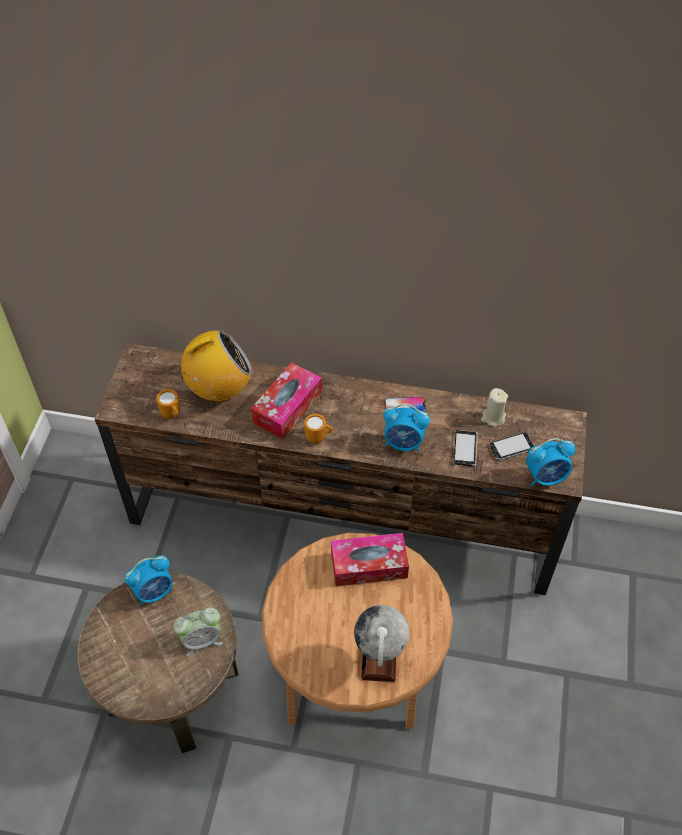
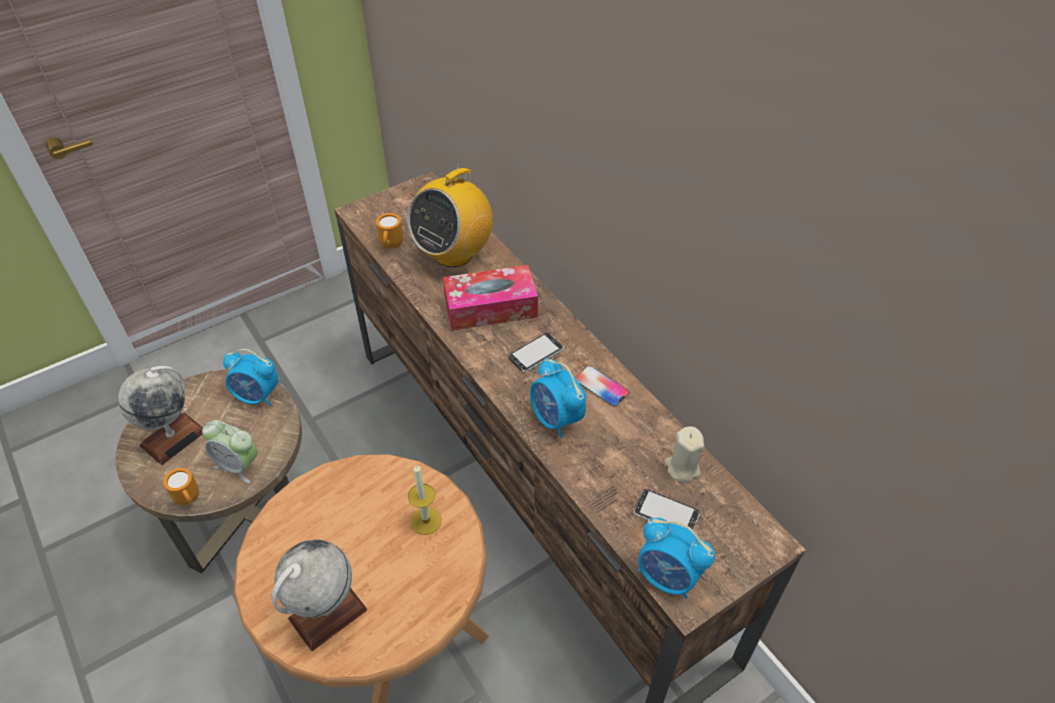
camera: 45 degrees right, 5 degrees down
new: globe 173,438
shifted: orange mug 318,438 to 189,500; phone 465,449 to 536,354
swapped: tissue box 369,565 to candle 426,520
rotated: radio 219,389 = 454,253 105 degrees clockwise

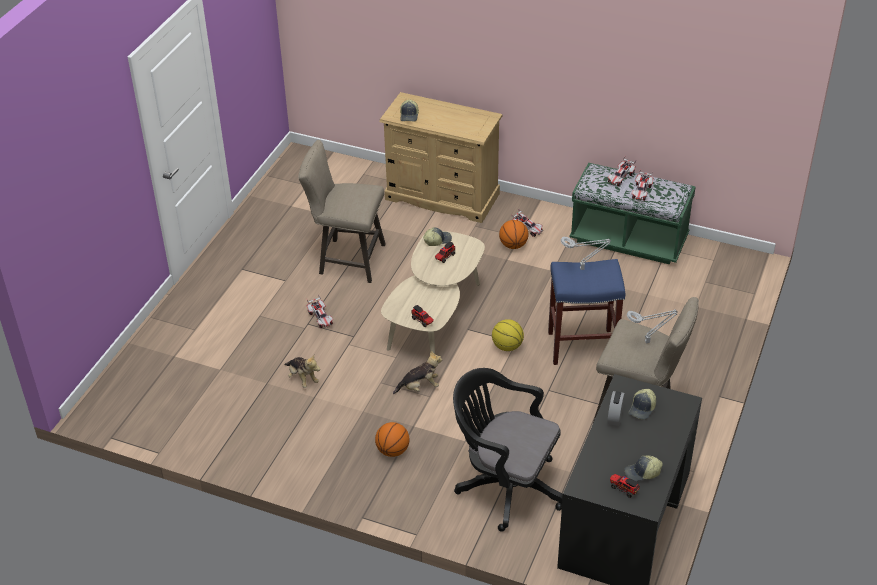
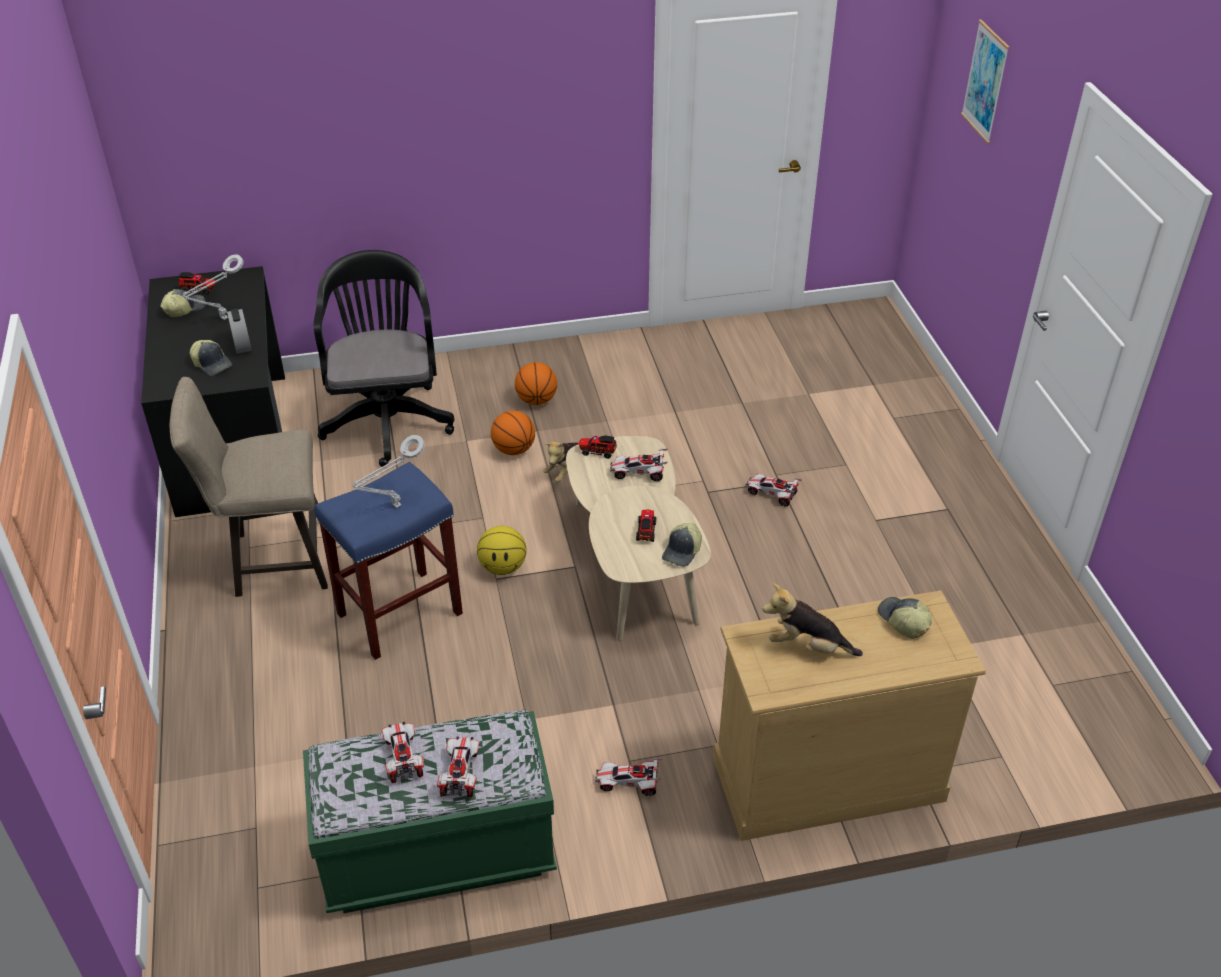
camera: 145 degrees right, 0 degrees up
gone: beige stool 346,259
new: picture 985,81; toy car 639,473
shifted: basketball 513,245 to 514,449; grey table lamp 648,341 to 222,319; plush toy 302,378 to 807,646
rotated: black office chair 505,486 = 387,418 90 degrees counterclockwise; cap 642,409 = 212,364 135 degrees clockwise

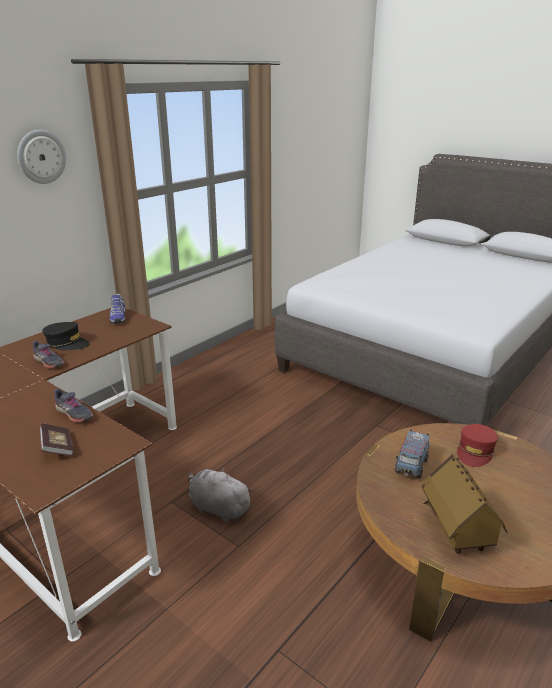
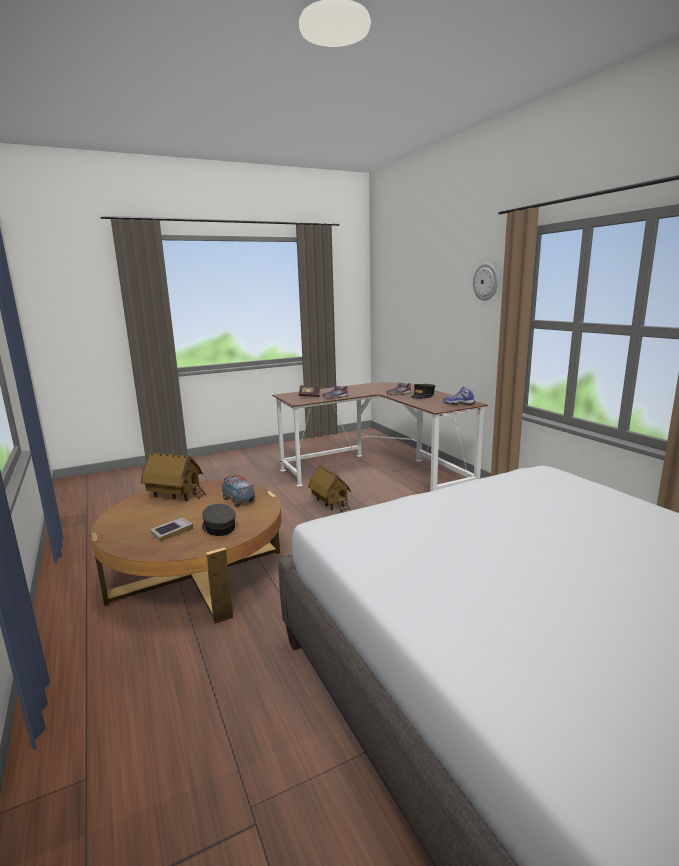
camera: 115 degrees right, 10 degrees down
new: book 172,532
swapped: grey plush toy 218,508 to toy house 330,504
repainted: red cap 475,451 to grey cap 218,527

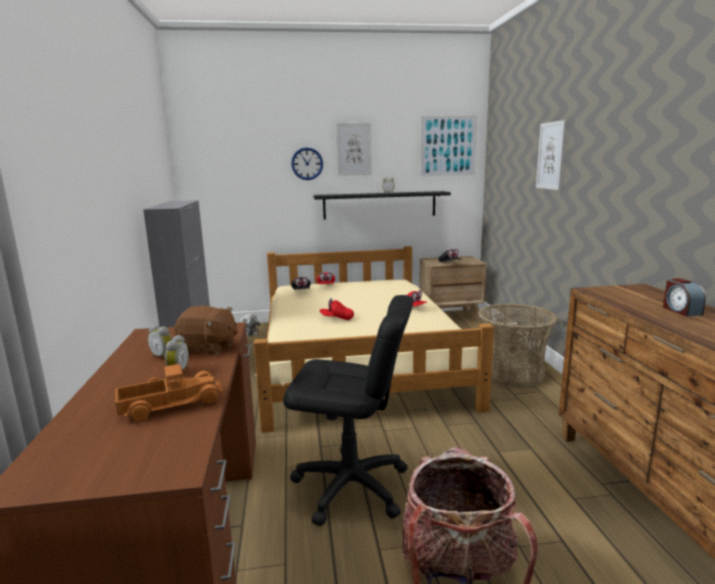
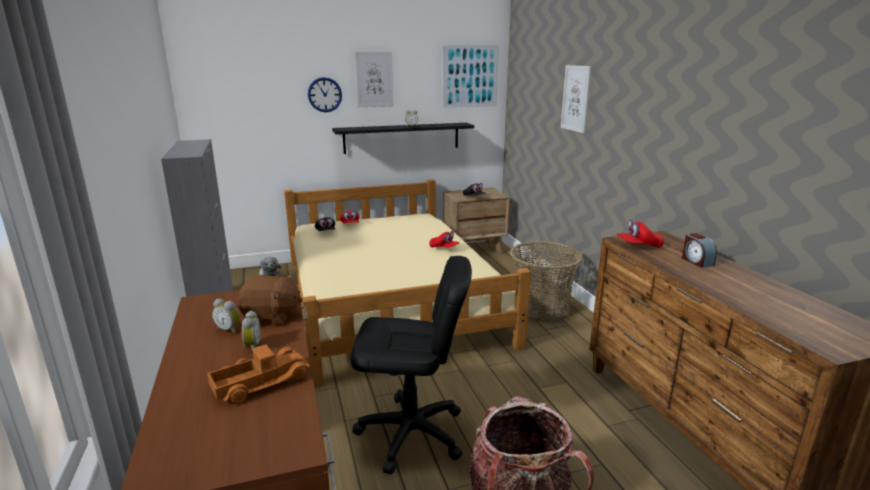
camera: 10 degrees left, 5 degrees up
shifted: red cap 337,318 to 638,246

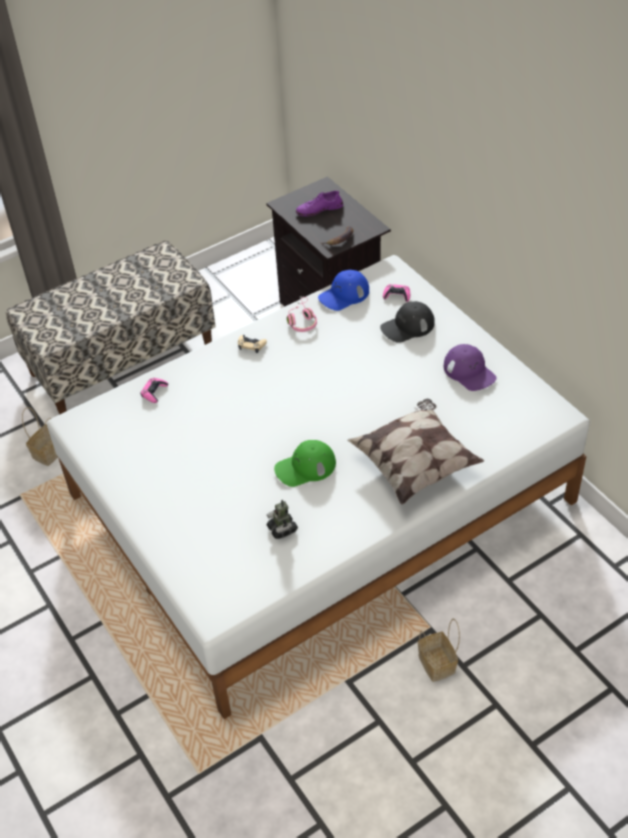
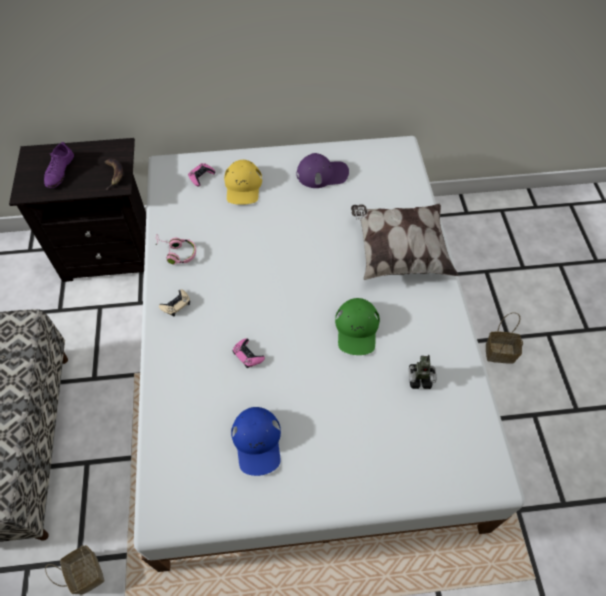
camera: 65 degrees left, 10 degrees up
shifted: blue cap 344,295 to 257,442; pink game controller 154,392 to 248,355
repainted: black cap 407,326 to yellow cap 243,186

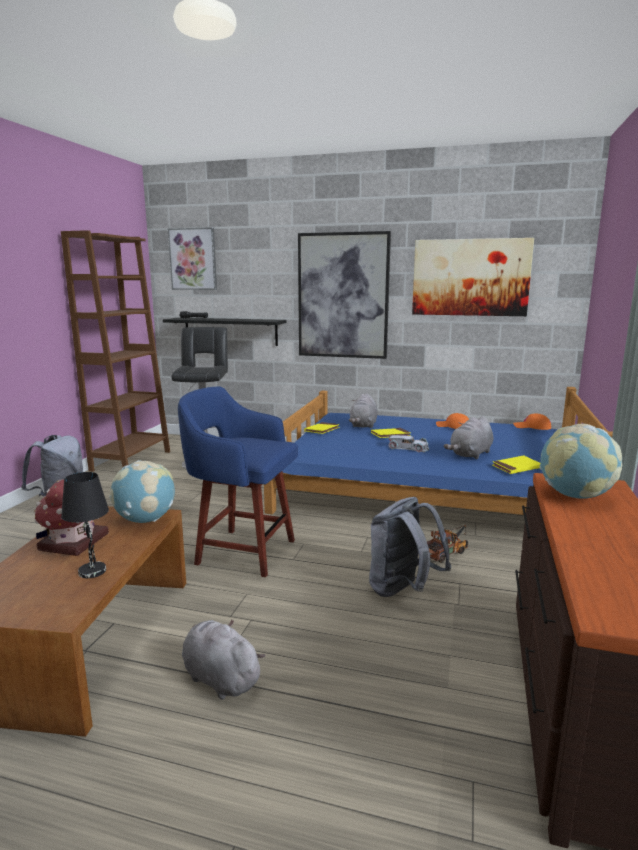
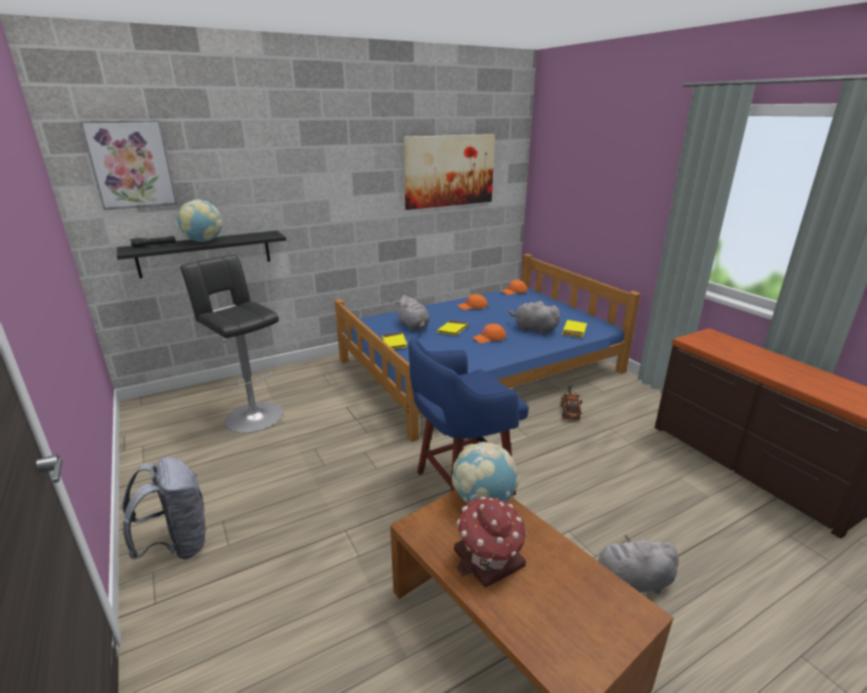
camera: 45 degrees left, 10 degrees up
gone: brown bookcase 131,461; picture 343,296; black table lamp 93,571; grey backpack 402,591
shifted: globe 575,496 to 203,241
swapped: white toy car 408,448 to orange cap 489,338
rotated: grey plush toy 470,454 = 533,329 120 degrees clockwise

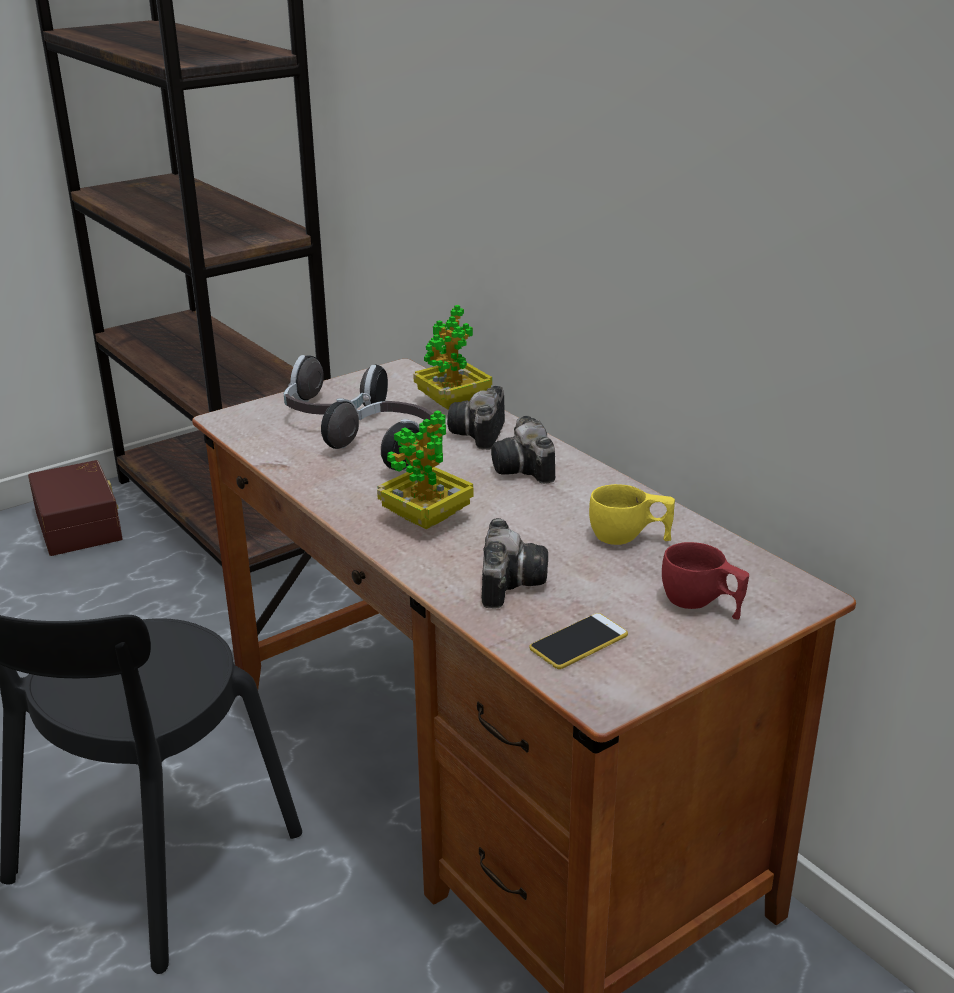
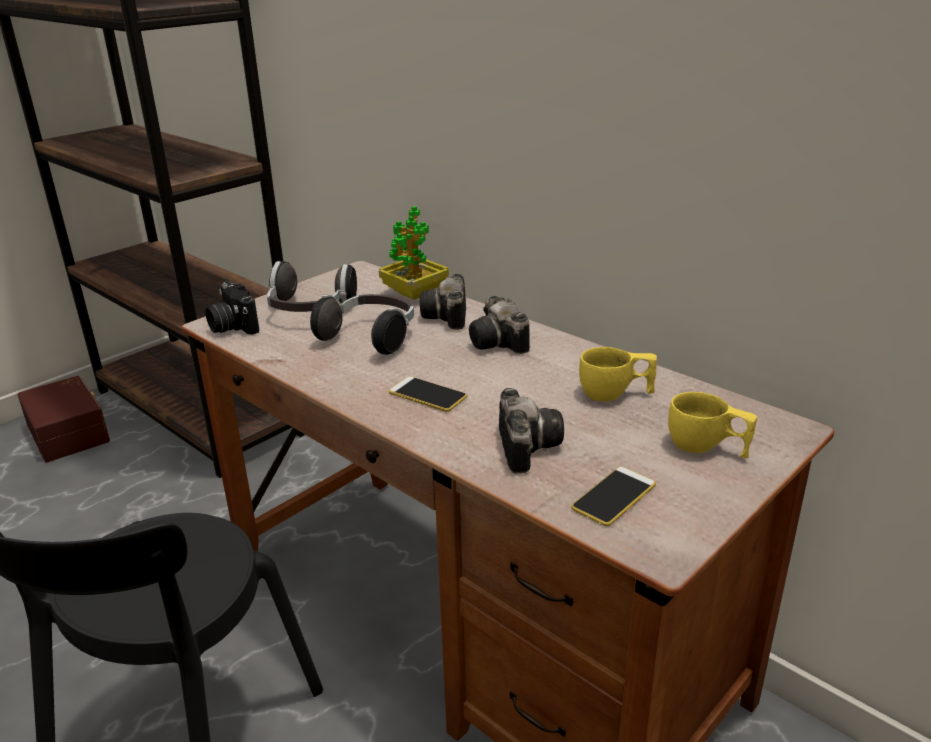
camera: 10 degrees left, 0 degrees up
new: photo camera 232,326
swapped: potted plant 426,518 to phone 427,395
repainted: red cup 702,605 to yellow cup 707,448

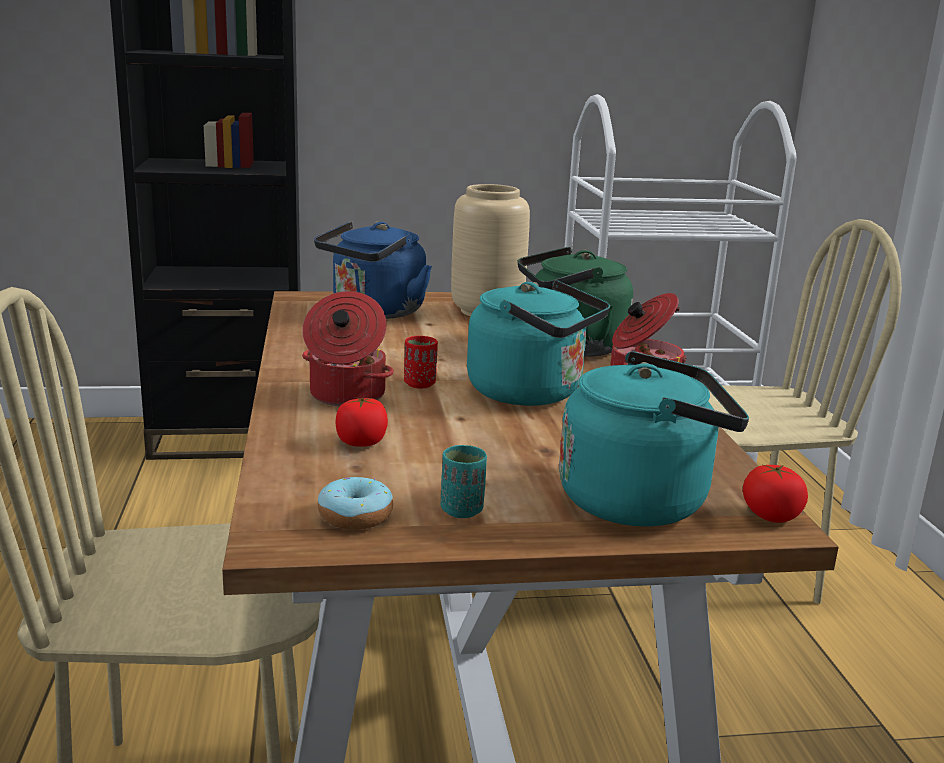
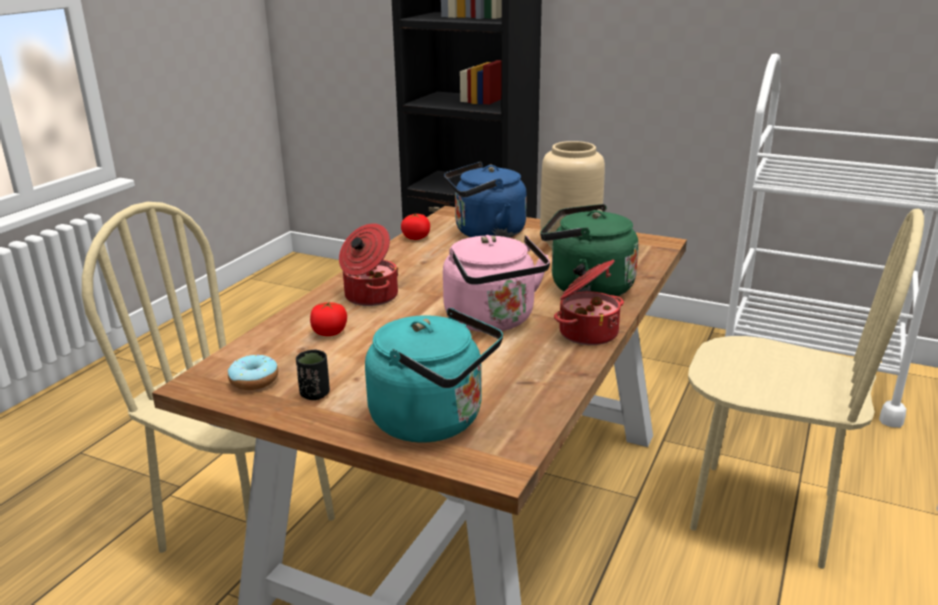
camera: 35 degrees right, 5 degrees up
gone: red cup 420,384
shifted: tomato 771,515 to 416,237
repainted: turquoise kettle 532,393 to pink kettle 493,321; turquoise cup 462,510 to black cup 315,394

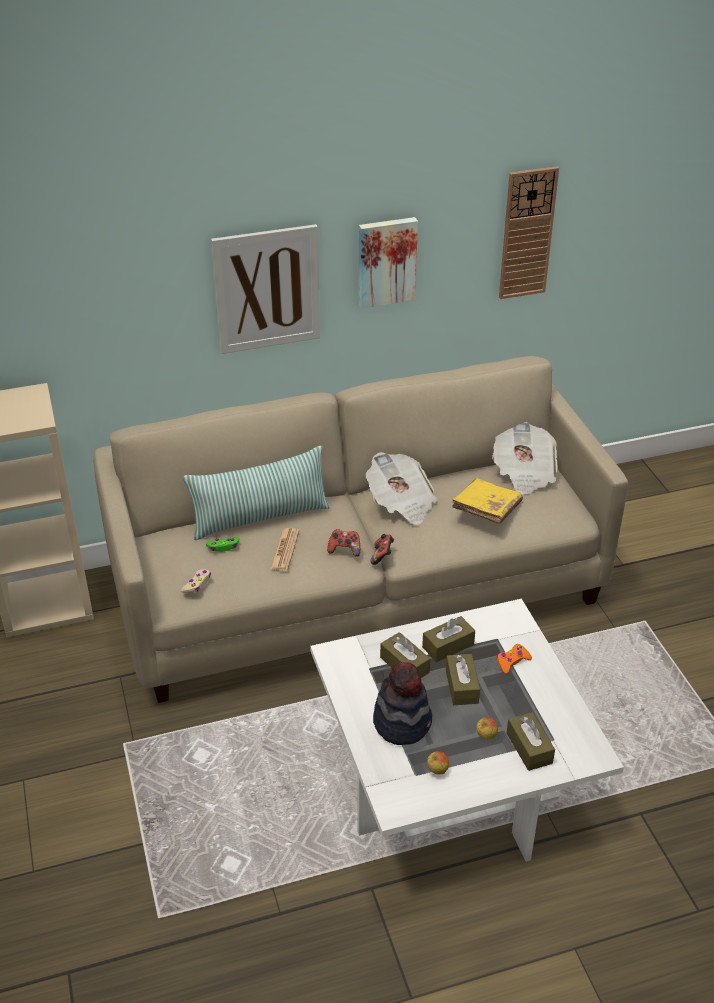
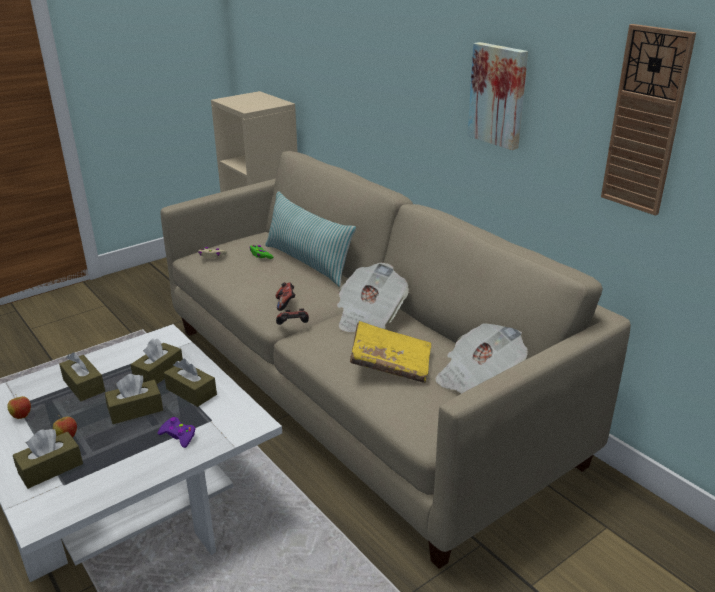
camera: 70 degrees right, 10 degrees down
gone: picture 267,289; newspaper 285,550
swapped: hat 402,722 to brown tissue box 84,386
repainted: orange game controller 512,661 to purple game controller 178,436

